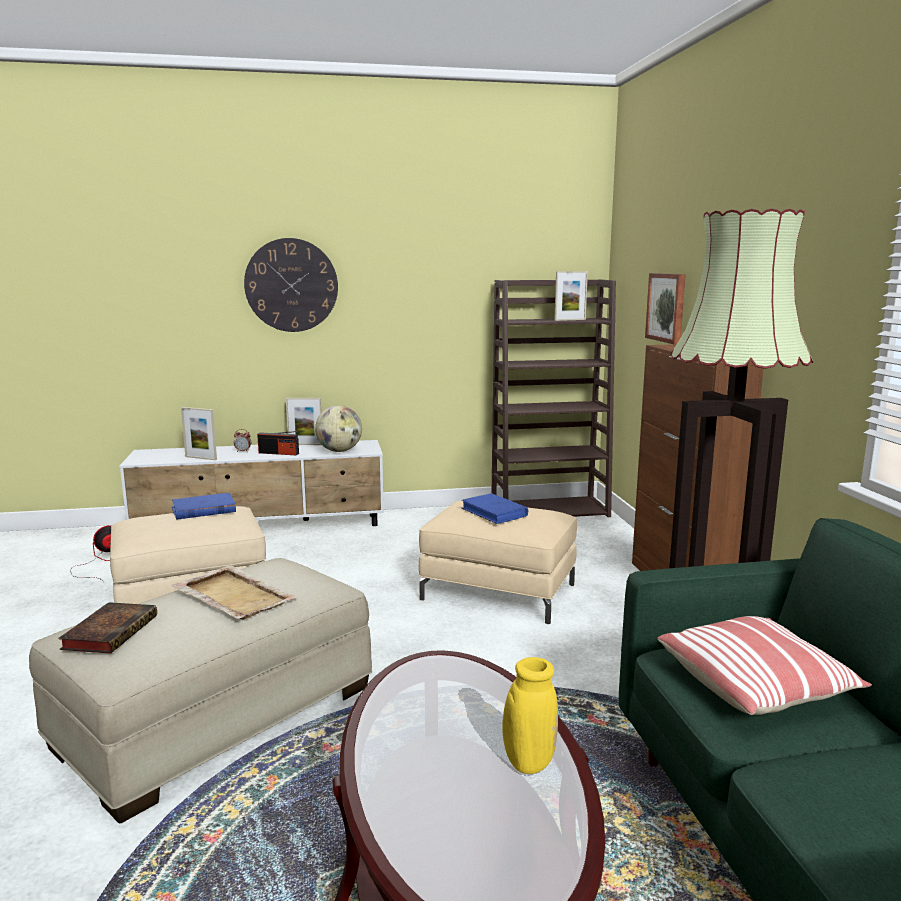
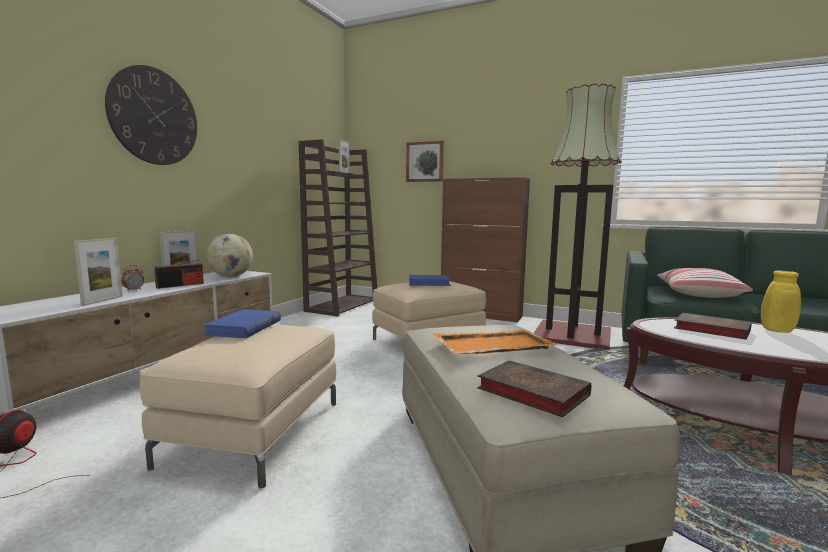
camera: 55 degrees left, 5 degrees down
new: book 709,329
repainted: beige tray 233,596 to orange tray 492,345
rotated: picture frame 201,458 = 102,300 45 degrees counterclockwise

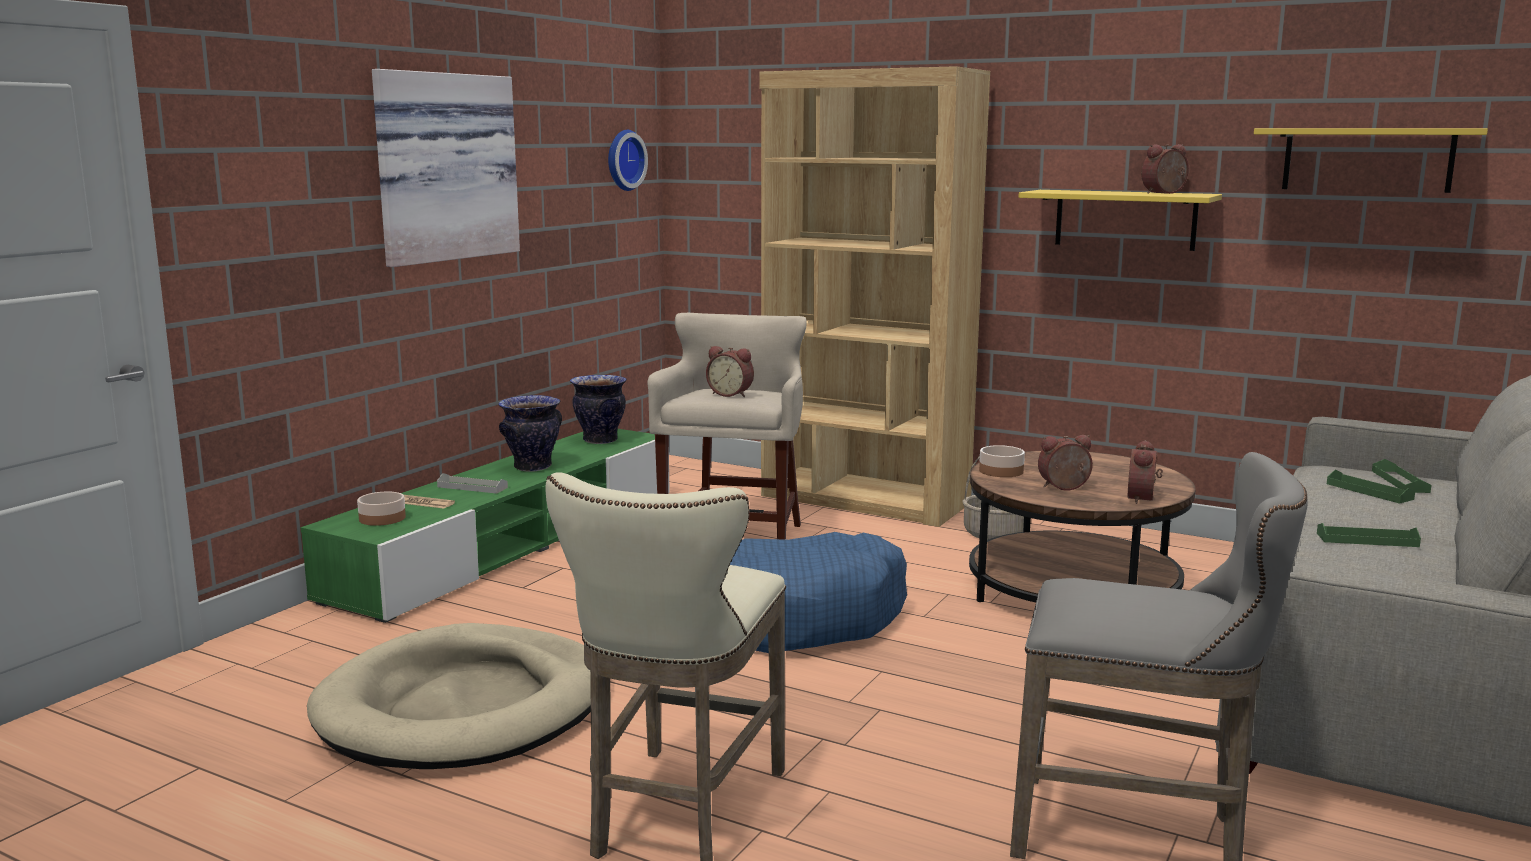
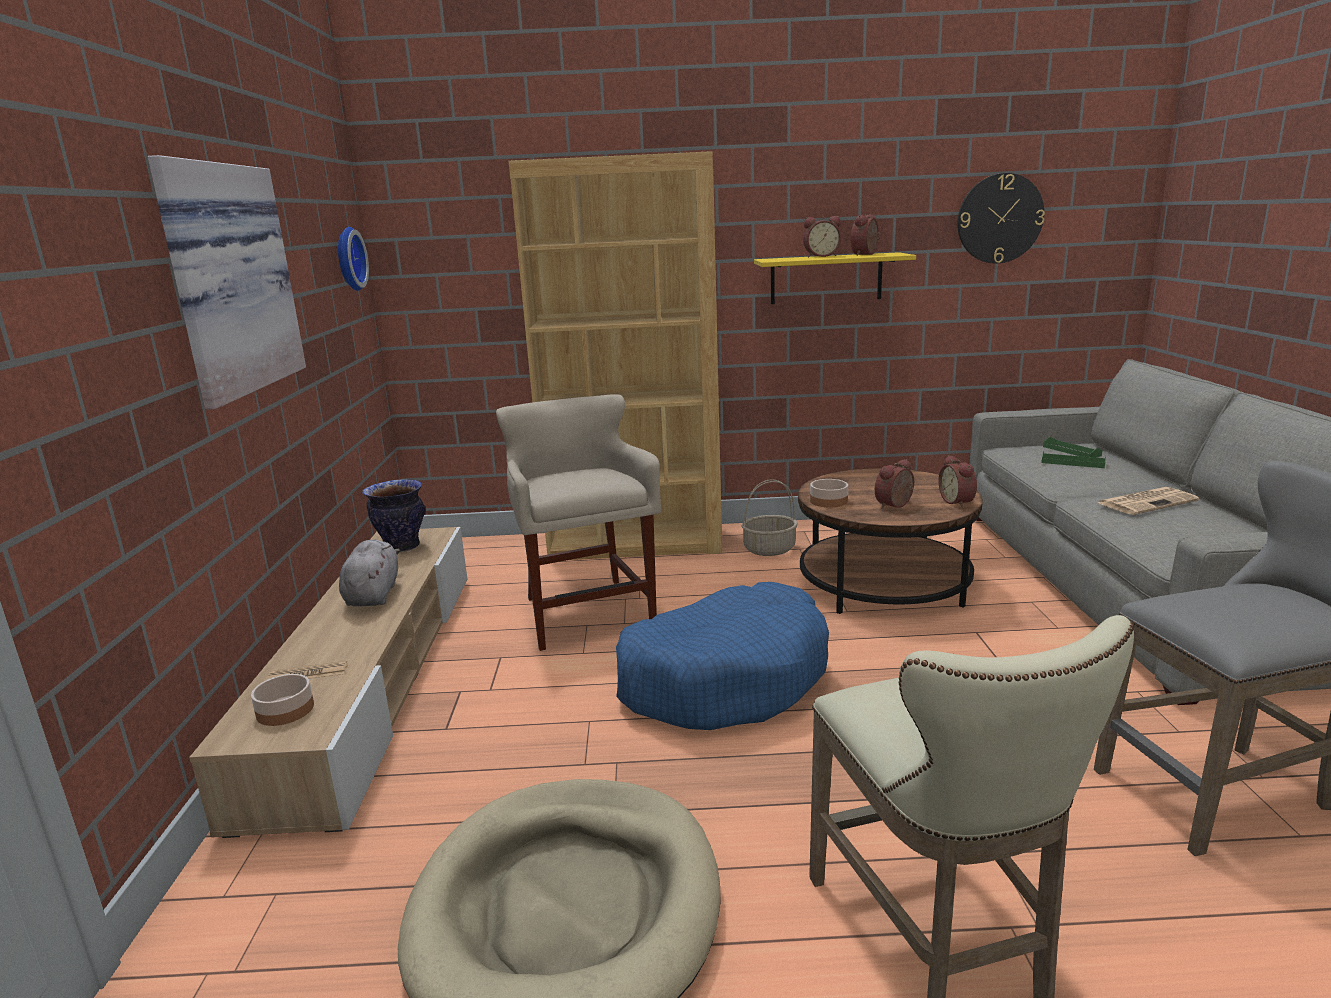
camera: 30 degrees left, 5 degrees up
gone: grey tray 472,487
shifted: alarm clock 731,394 to 821,256
swapped: yellow shelf 1367,159 to wall clock 999,218; vase 532,467 to grey plush toy 373,595; green tray 1367,540 to newspaper 1147,502
repainted: green tv stand 512,543 to beige tv stand 373,678

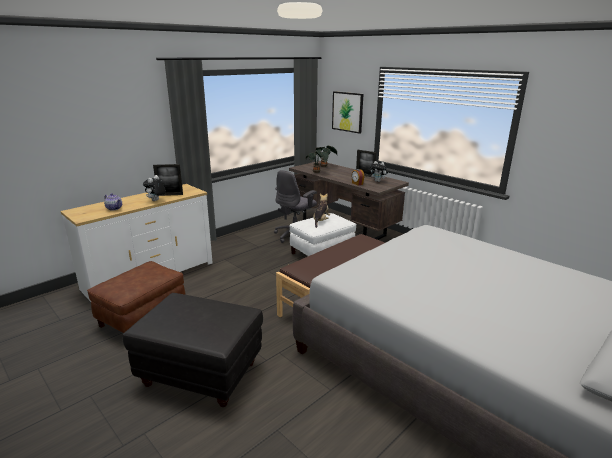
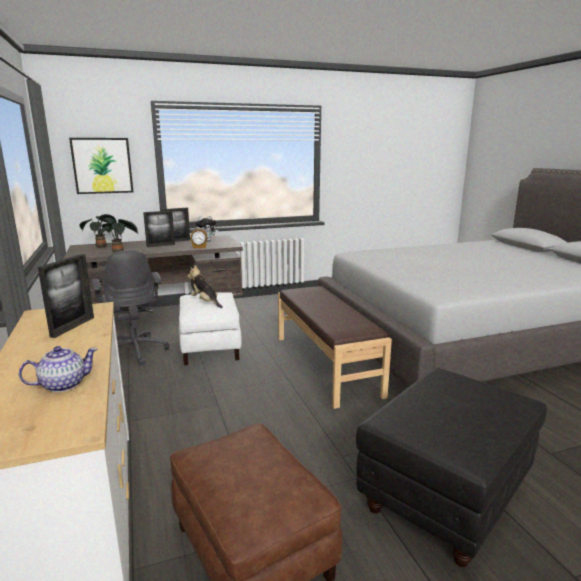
camera: 65 degrees left, 5 degrees down
gone: plush toy 156,201
new: picture frame 161,245

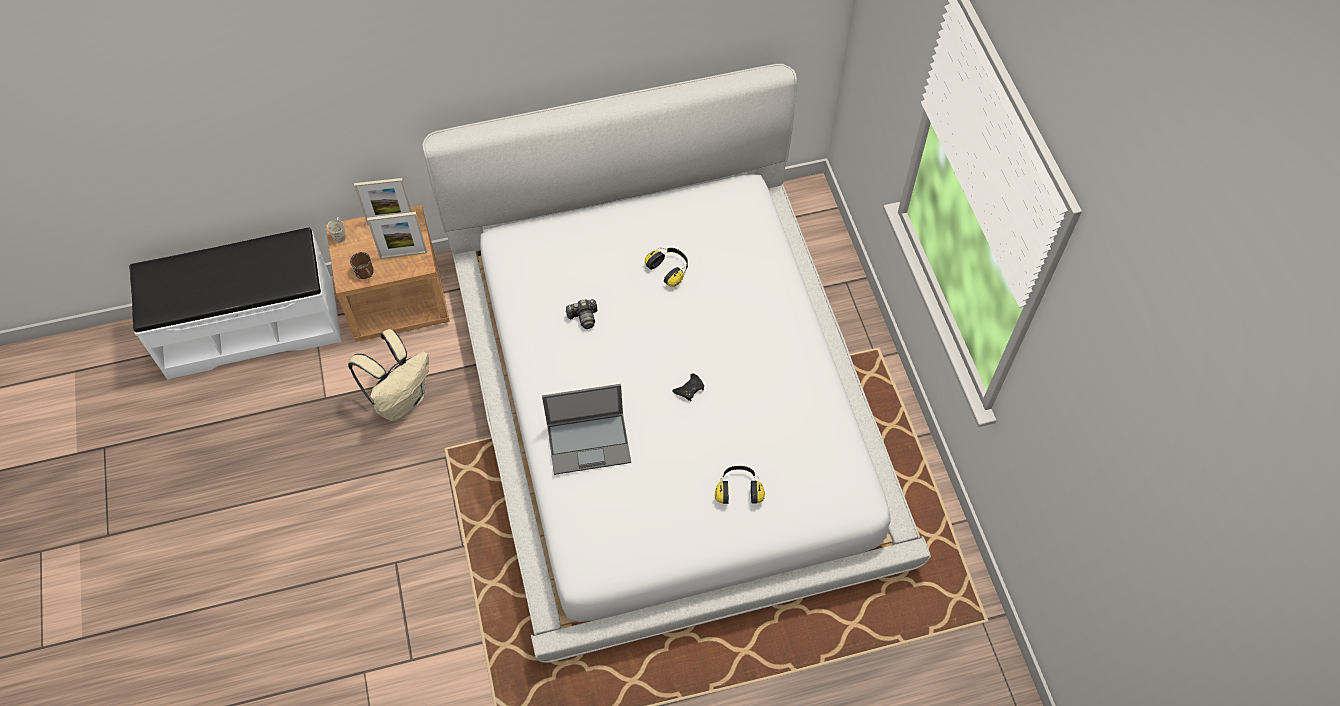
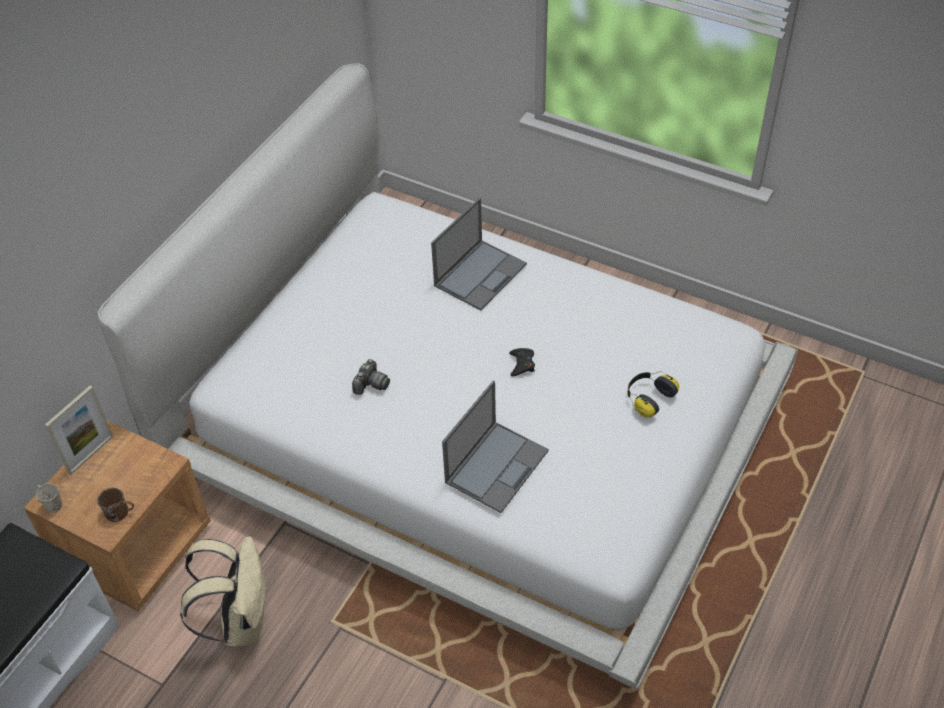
camera: 45 degrees left, 10 degrees down
gone: picture frame 403,254; headphones 669,269
new: laptop 480,274

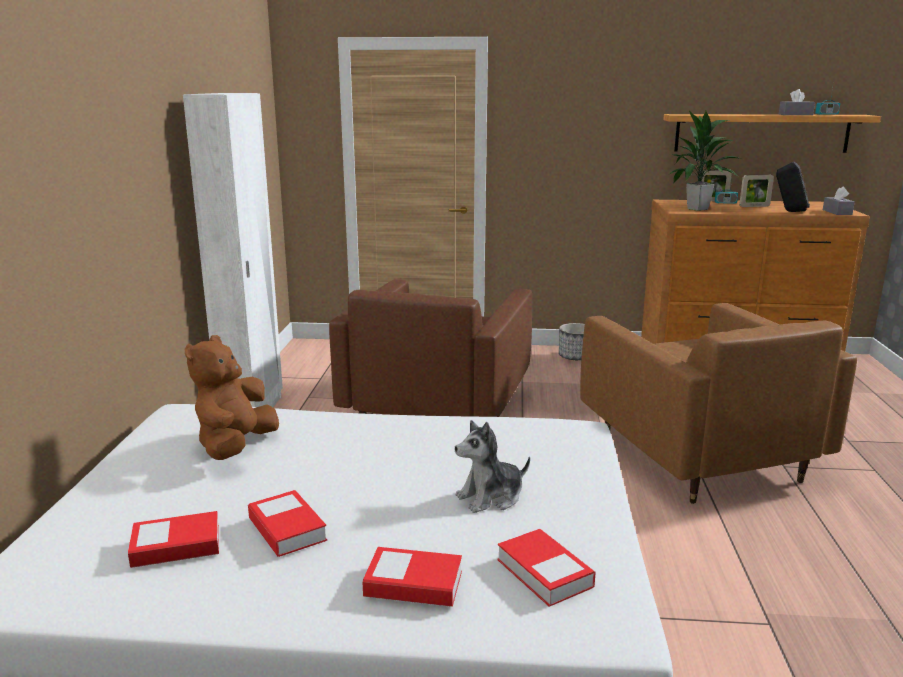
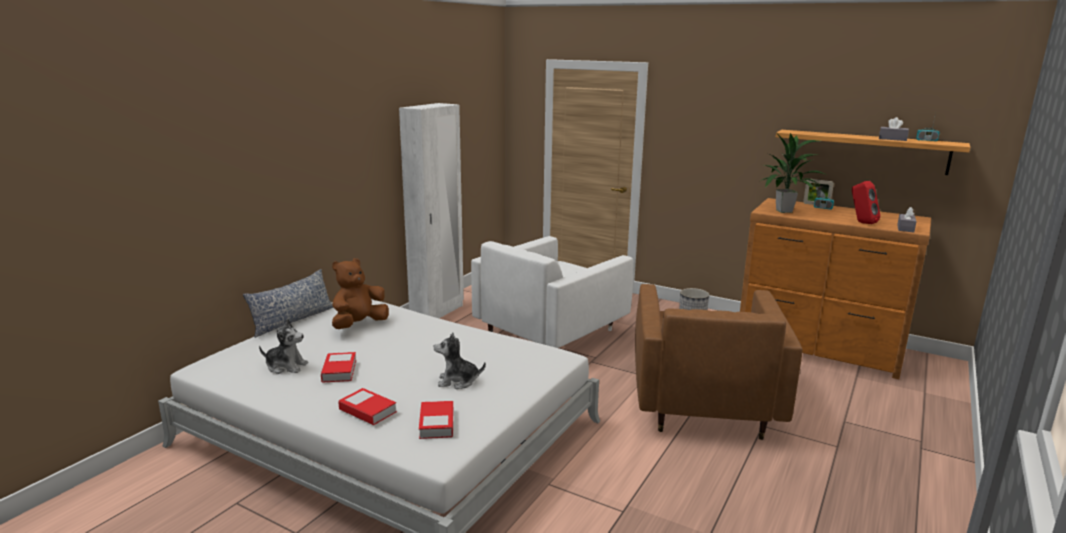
camera: 25 degrees right, 0 degrees up
gone: picture frame 754,206
new: pillow 292,320
swapped: book 176,546 to plush toy 286,366
repainted: black speaker 789,211 to red speaker 861,222; brown armchair 437,411 to white armchair 551,334

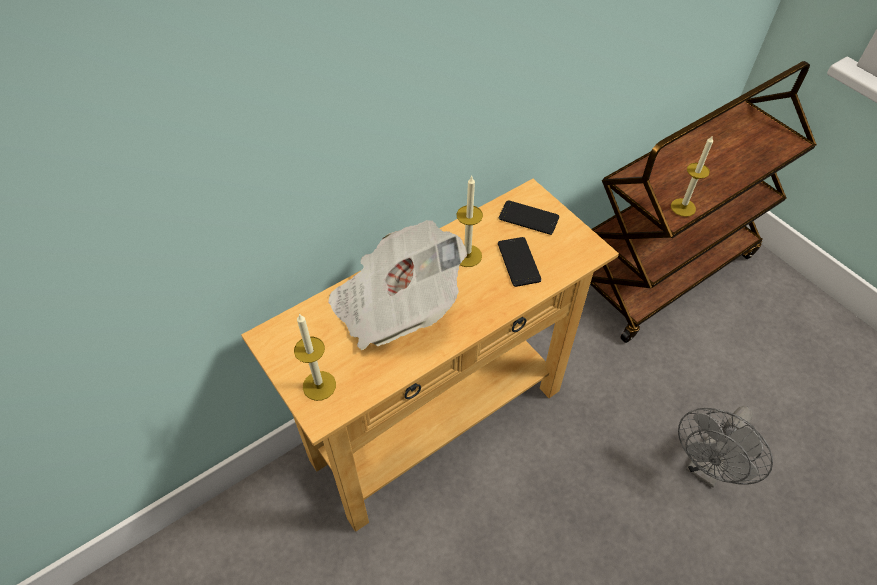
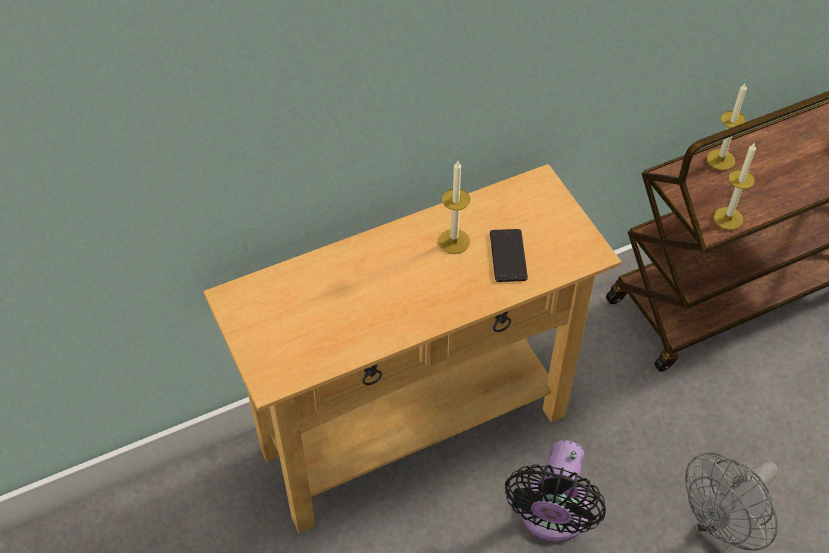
camera: 10 degrees right, 0 degrees up
gone: phone 528,218; newspaper 395,305
new: black fan 551,516
shifted: candle 319,385 to 720,159

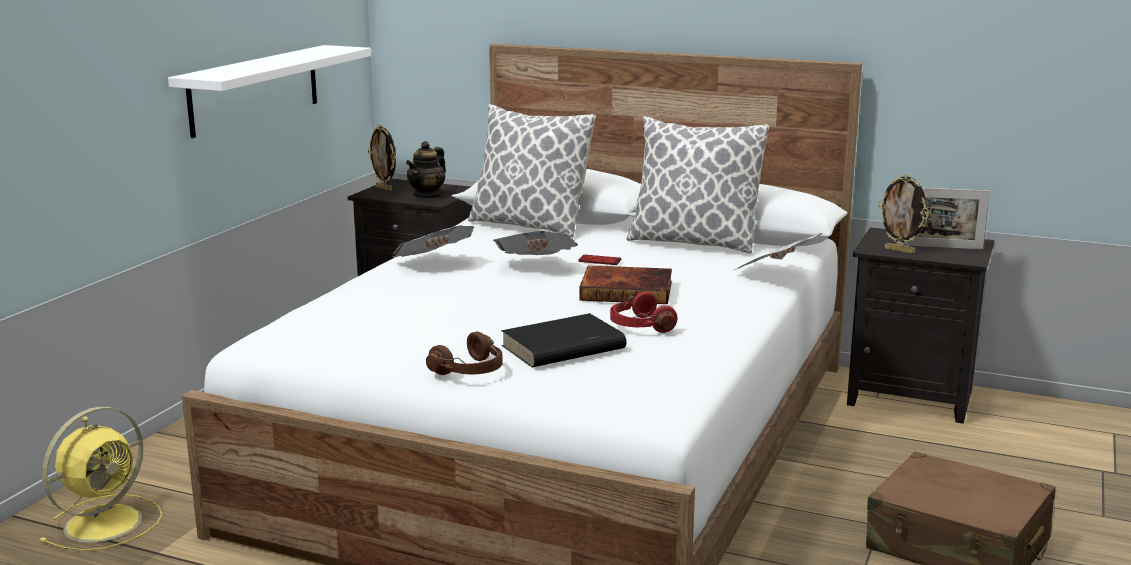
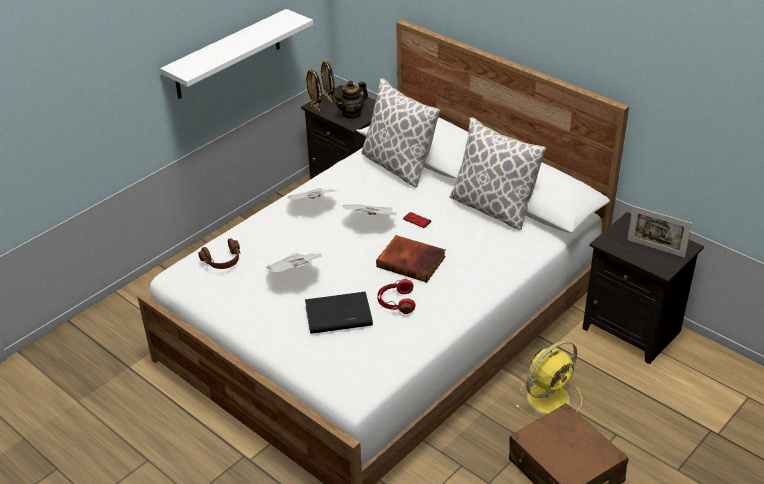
camera: 20 degrees right, 20 degrees up
shifted: picture frame 900,250 to 315,108; newspaper 775,274 to 294,273; brown headphones 471,371 to 223,261; yellow fan 106,522 to 550,397

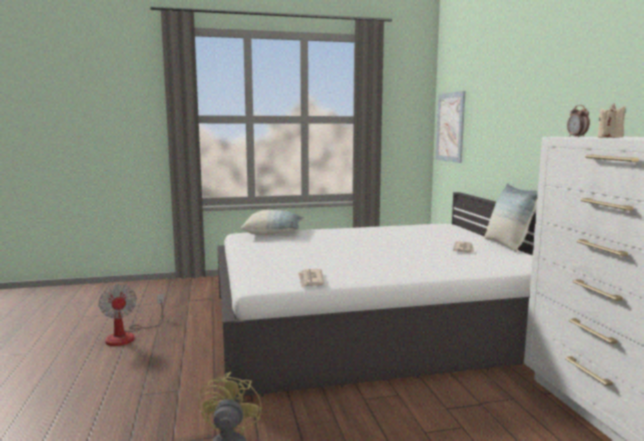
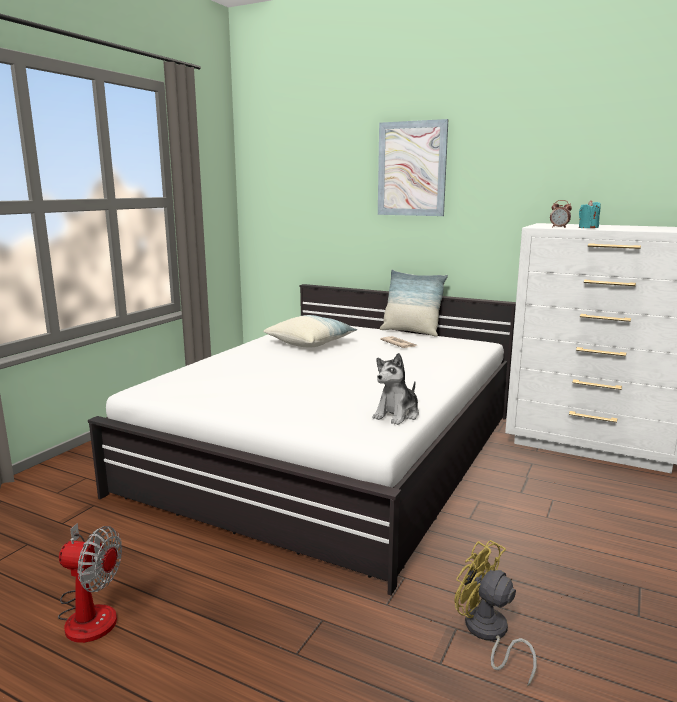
camera: 50 degrees left, 5 degrees up
shifted: picture 450,127 to 411,169; pillow 273,233 to 311,343
swapped: newspaper 310,280 to plush toy 397,415
repainted: beige candle 610,137 to turquoise candle 588,228

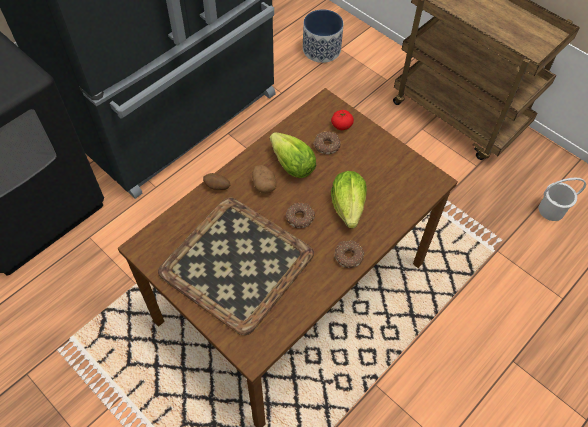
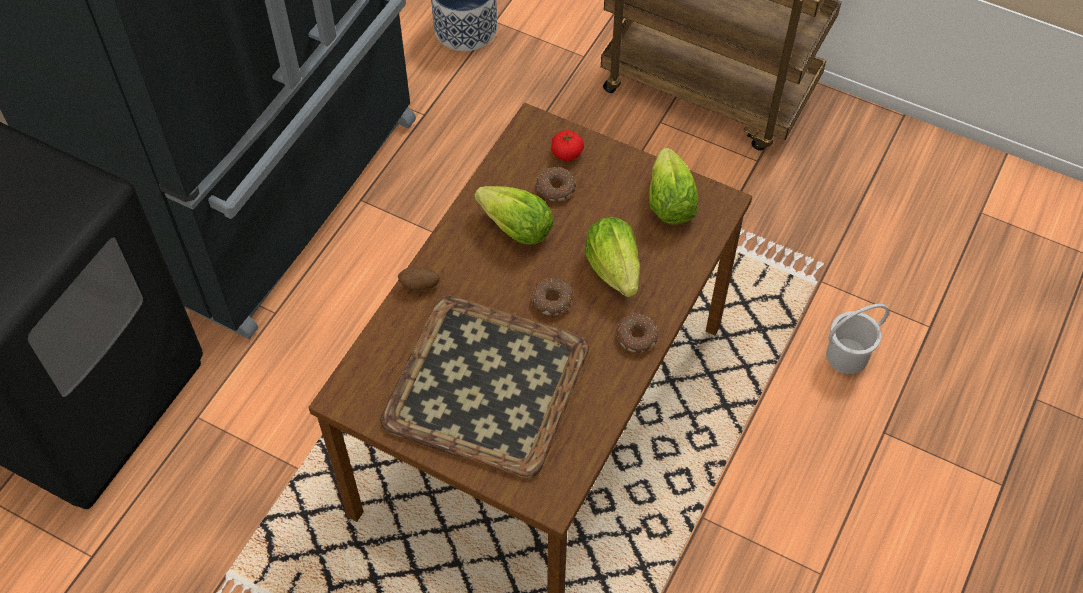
camera: 15 degrees left, 0 degrees up
gone: potato 264,185
new: lettuce 669,203
shifted: white bucket 551,210 to 847,356

